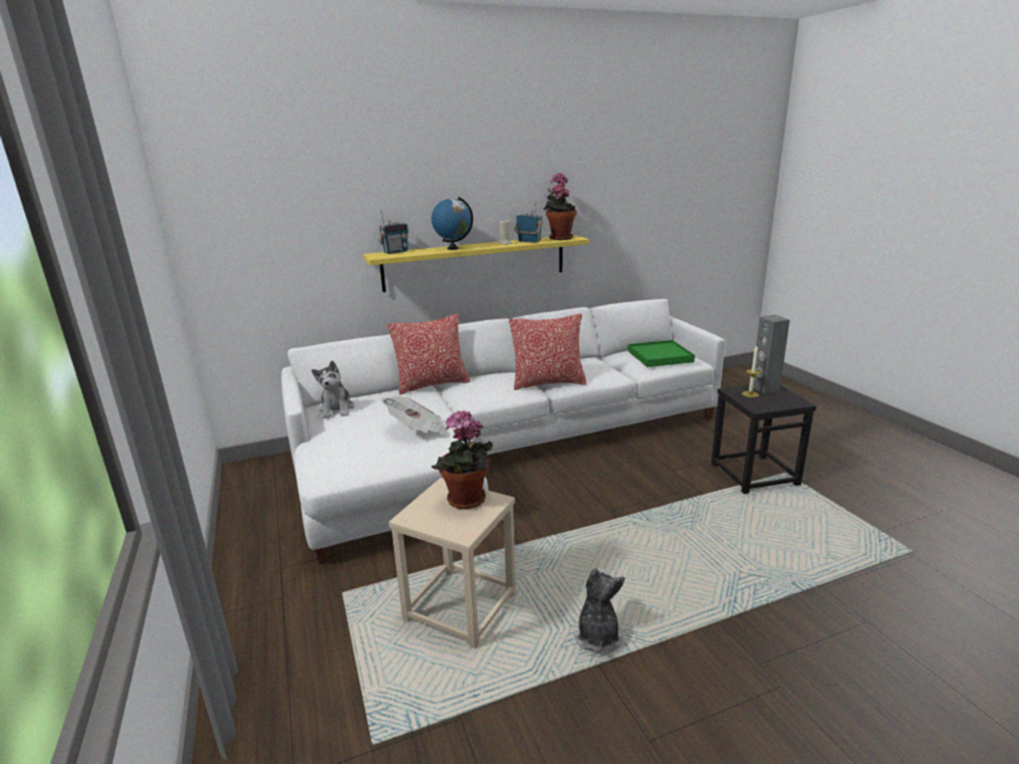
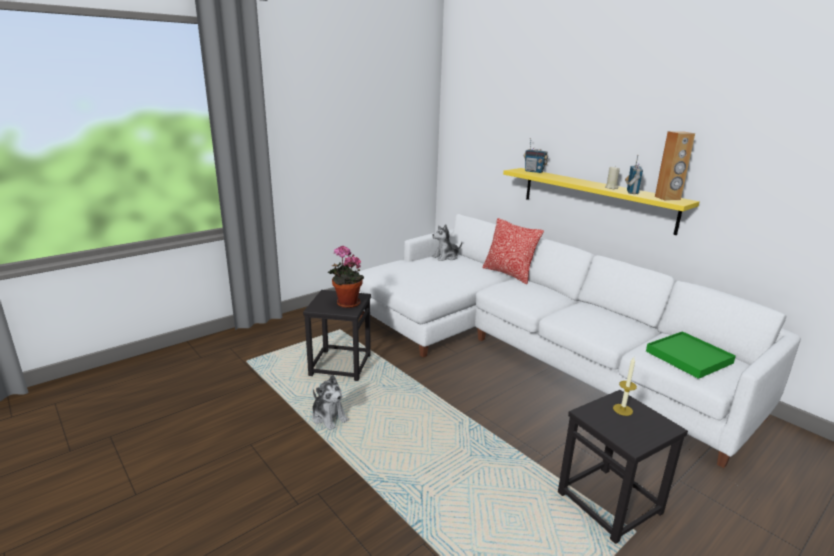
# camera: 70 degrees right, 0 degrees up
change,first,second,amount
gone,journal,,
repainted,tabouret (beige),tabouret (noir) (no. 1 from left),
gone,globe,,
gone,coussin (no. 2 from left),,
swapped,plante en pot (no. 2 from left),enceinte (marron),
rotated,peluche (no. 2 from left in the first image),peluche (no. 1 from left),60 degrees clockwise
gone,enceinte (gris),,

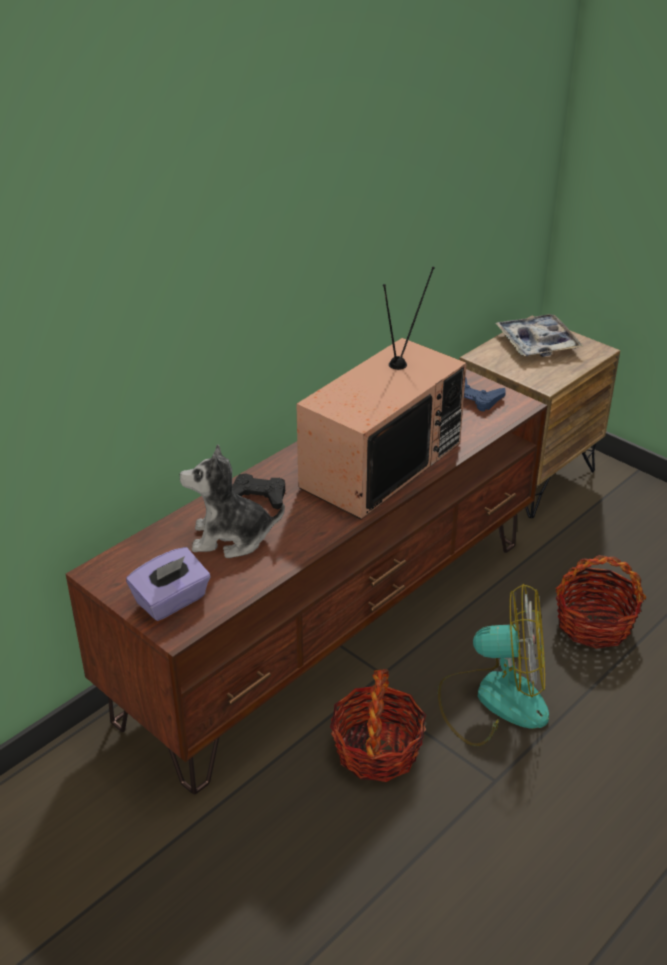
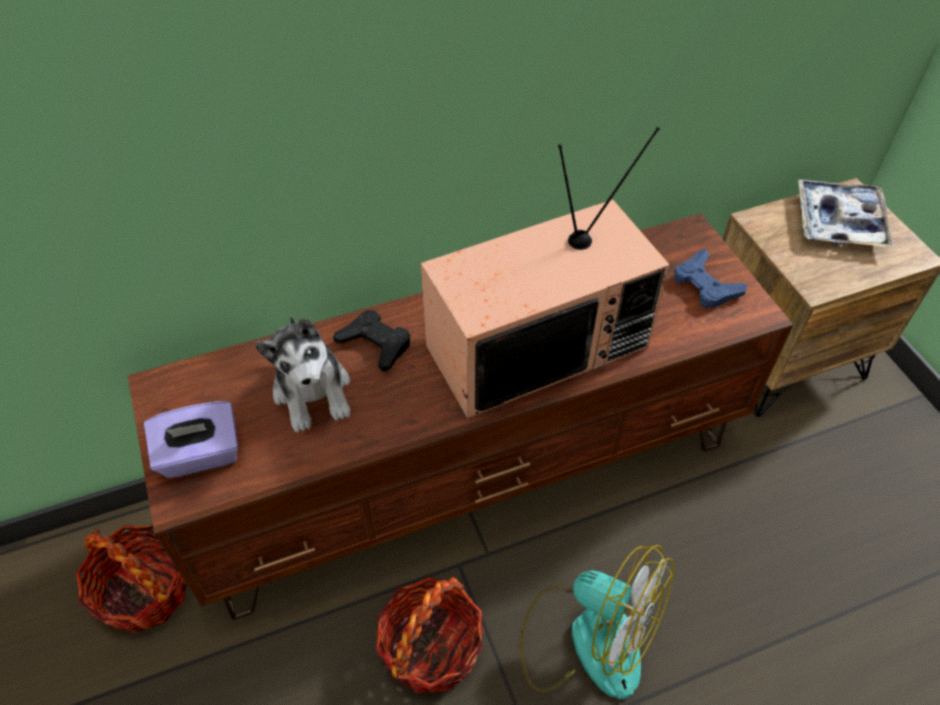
# camera: 25 degrees right, 15 degrees up
change,first,second,amount
rotated,peluche,,135 degrees counterclockwise
shifted,panier (no. 2 from left in the first image),panier (no. 1 from left),

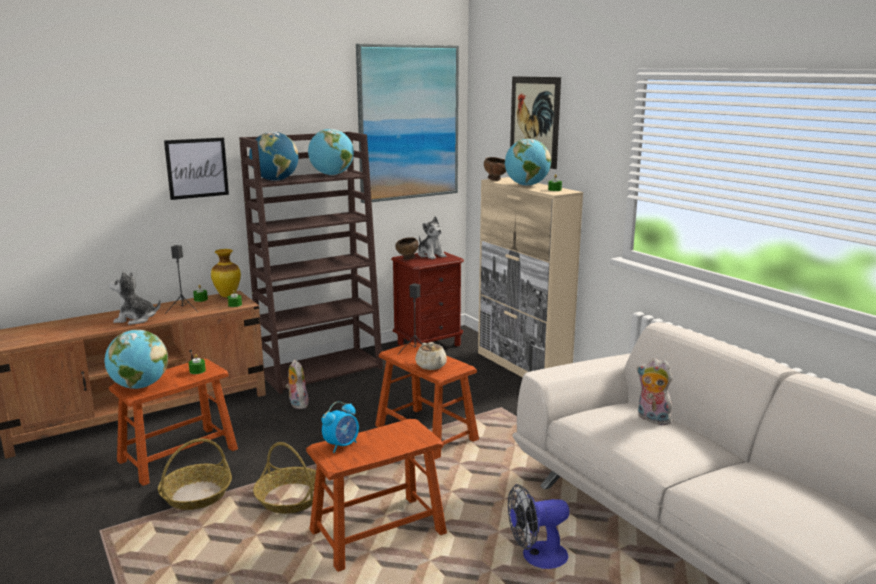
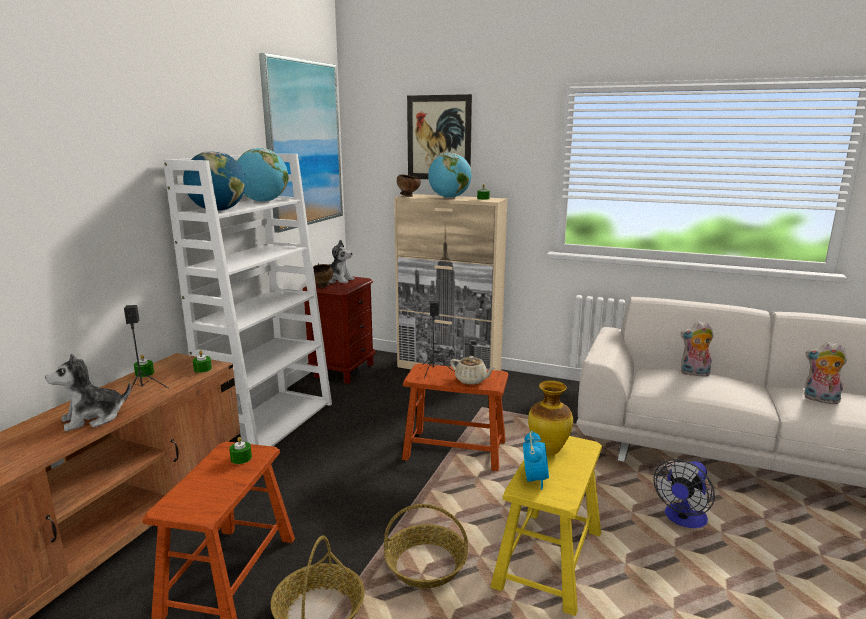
# camera: 35 degrees left, 0 degrees up
change,first,second,amount
gone,globe (no. 1 from left),,
gone,tableau (no. 1 from left),,
shifted,vase,,
repainted,bibliothèque (marron),bibliothèque (blanc),
shifted,peluche (no. 2 from left in the first image),peluche (no. 4 from left),
repainted,tabouret (marron) (no. 2 from left),tabouret (jaune),

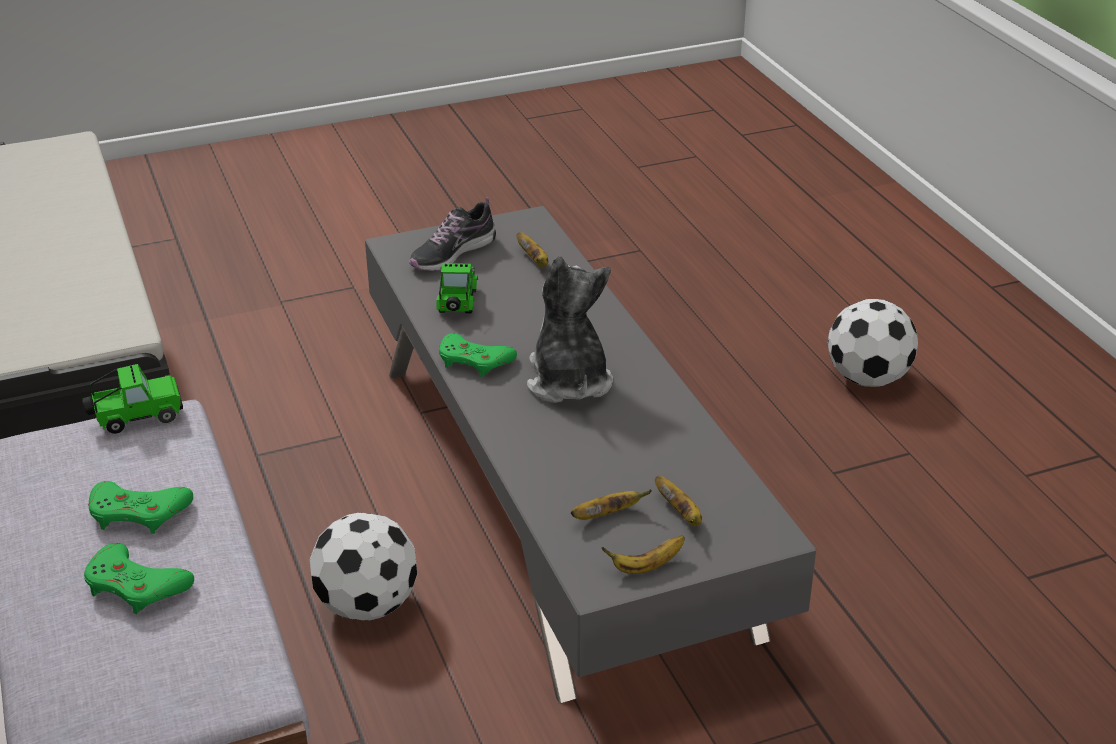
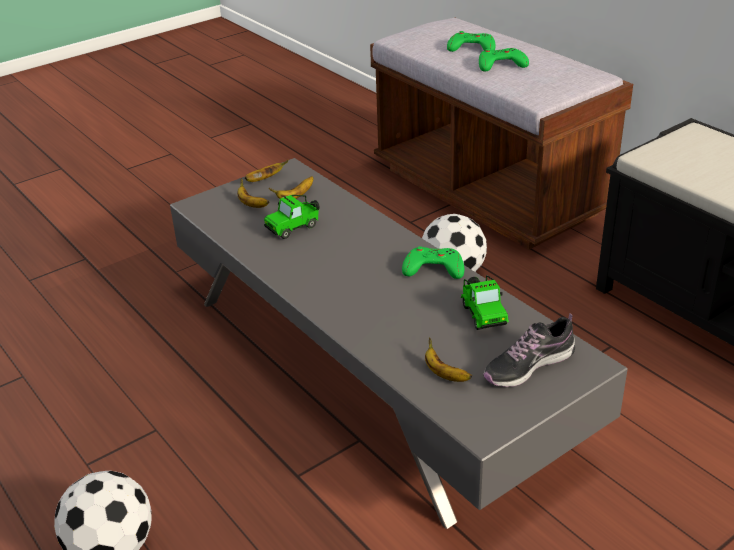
# camera: 165 degrees right, 0 degrees up
change,first,second,amount
shifted,petite voiture (no. 1 from left),,
rotated,chaussure,,150 degrees counterclockwise
gone,peluche,,

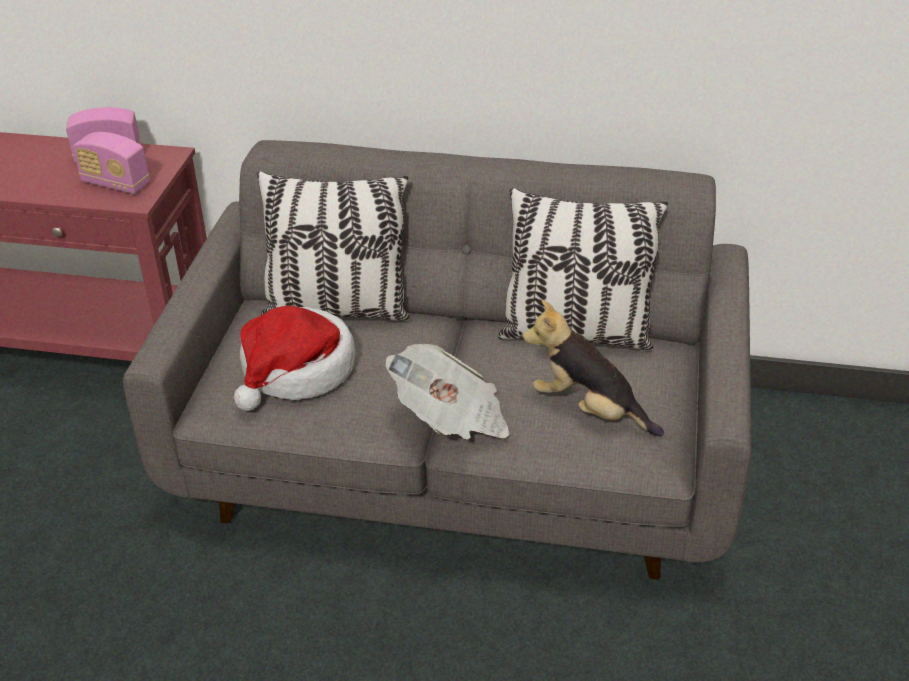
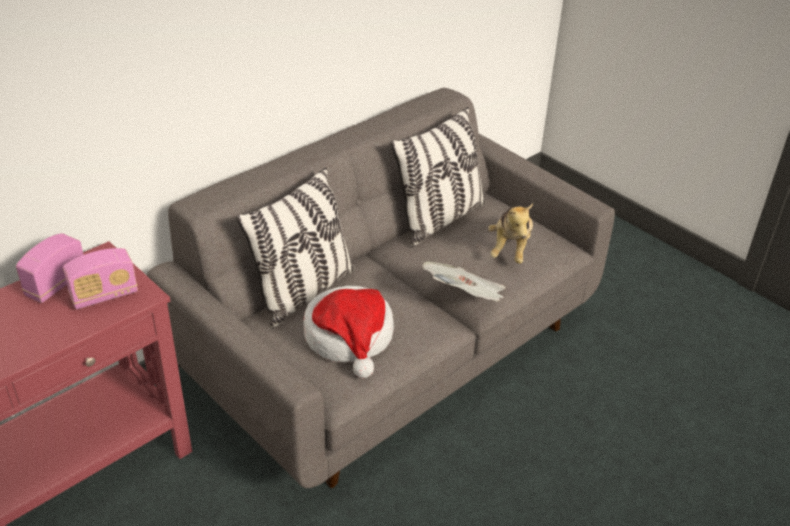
# camera: 55 degrees left, 0 degrees up
change,first,second,amount
rotated,peluche,,60 degrees counterclockwise

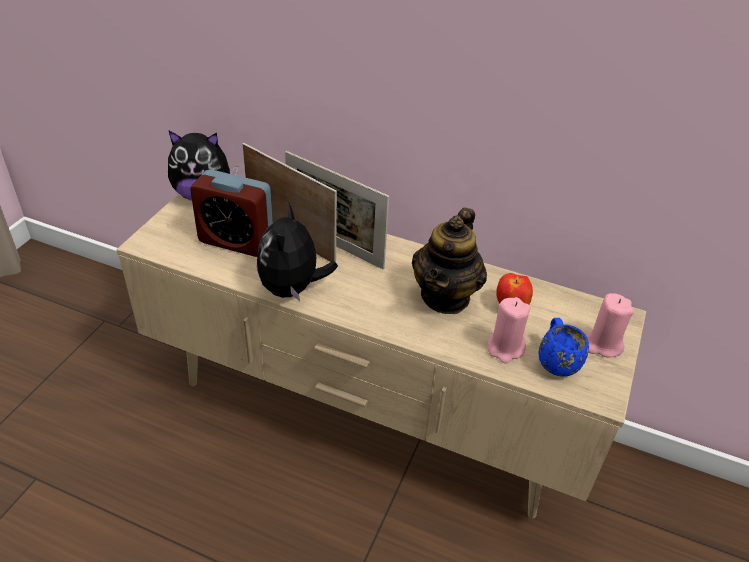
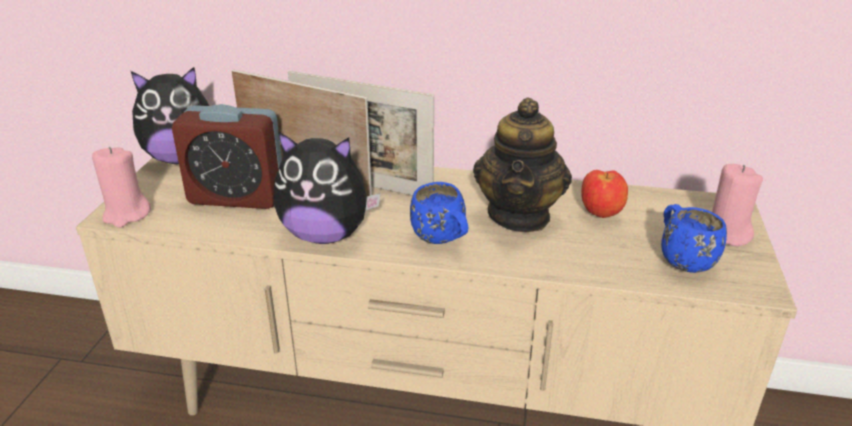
# camera: 10 degrees left, 10 degrees down
change,first,second,amount
rotated,peluche (no. 2 from left),,75 degrees counterclockwise
shifted,bougie (rose) (no. 1 from left),,
new,,mug (bleu) (no. 1 from left),

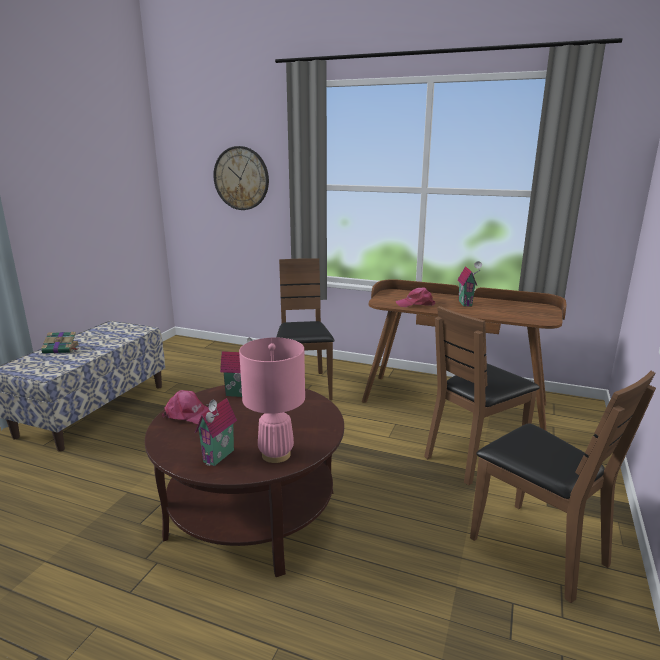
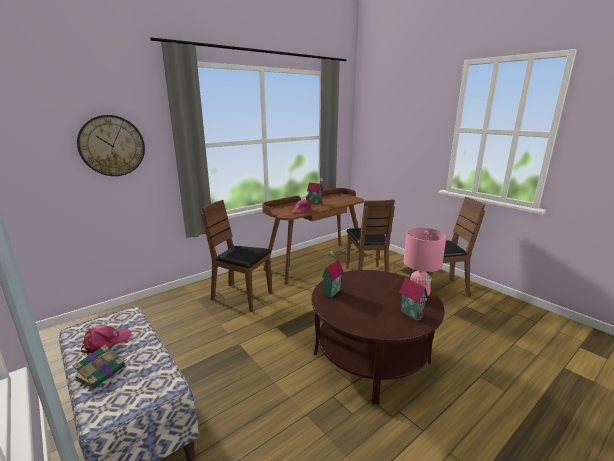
# camera: 60 degrees left, 0 degrees up
change,first,second,amount
shifted,casquette (rose) (no. 1 from left),,

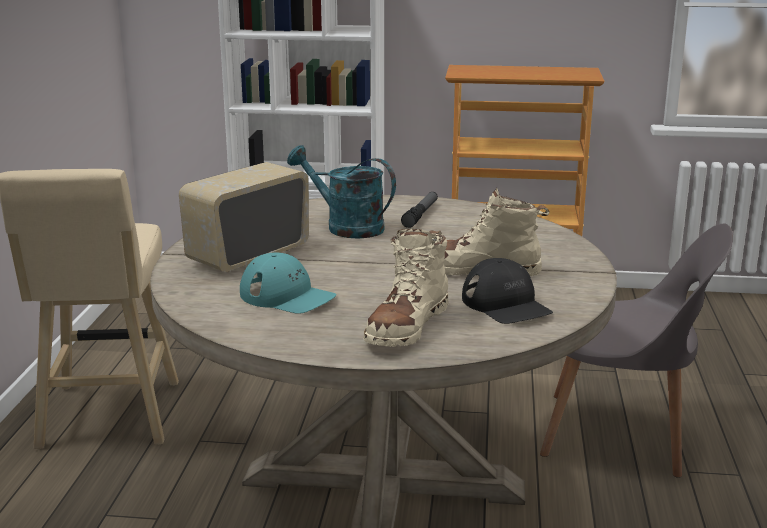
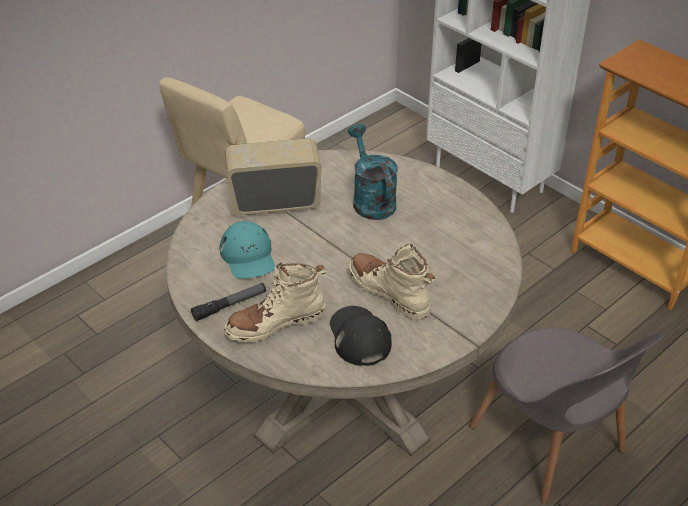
# camera: 40 degrees right, 20 degrees up
change,first,second,amount
shifted,lampe de poche,,
rotated,casquette (noir),,150 degrees clockwise

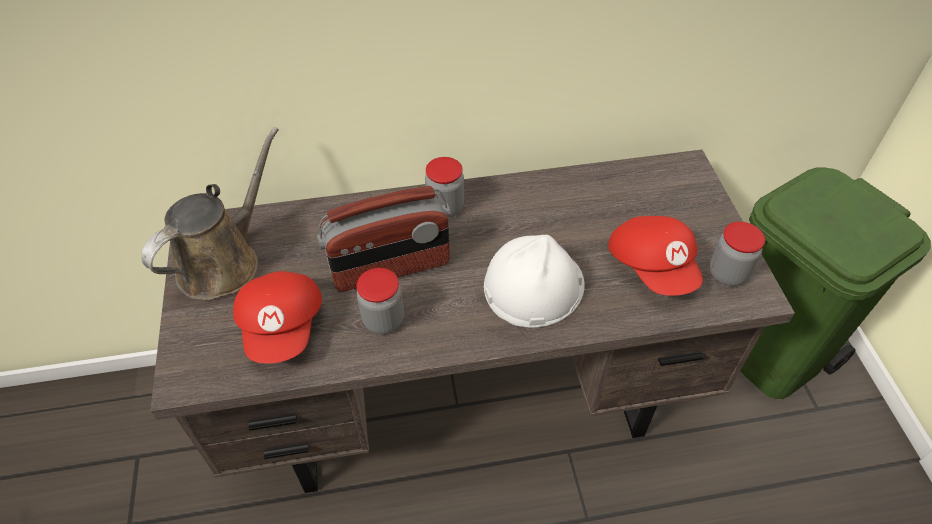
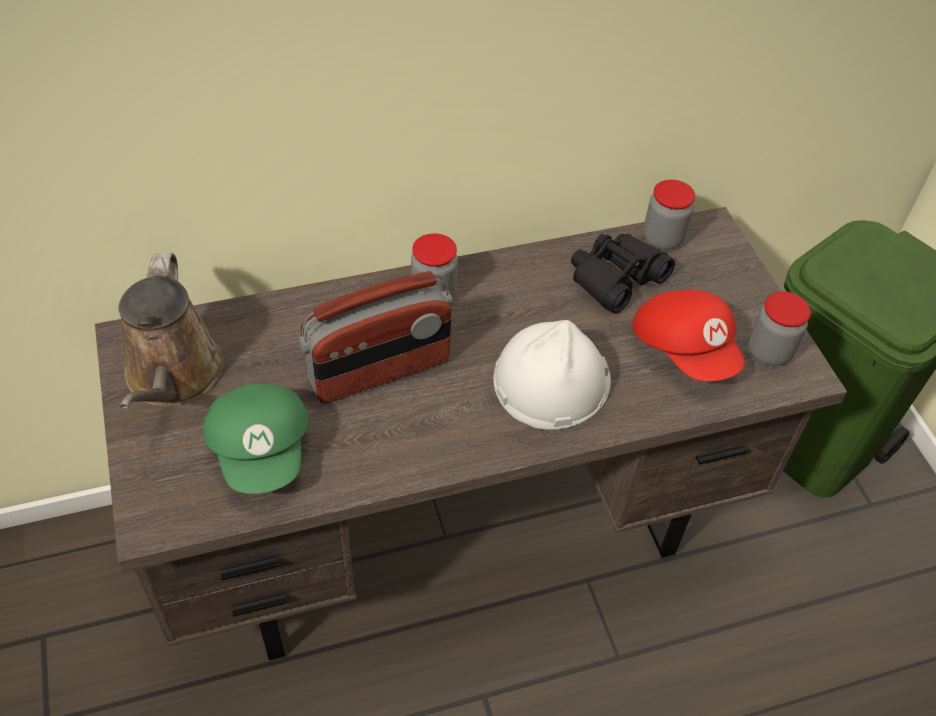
# camera: 10 degrees left, 0 degrees up
change,first,second,amount
rotated,arrosoir (marron),,150 degrees clockwise
repainted,casquette (rouge) (no. 1 from left),casquette (vert),
shifted,bocal (no. 1 from left in the first image),bocal (no. 2 from left),
new,,jumelles (noir),

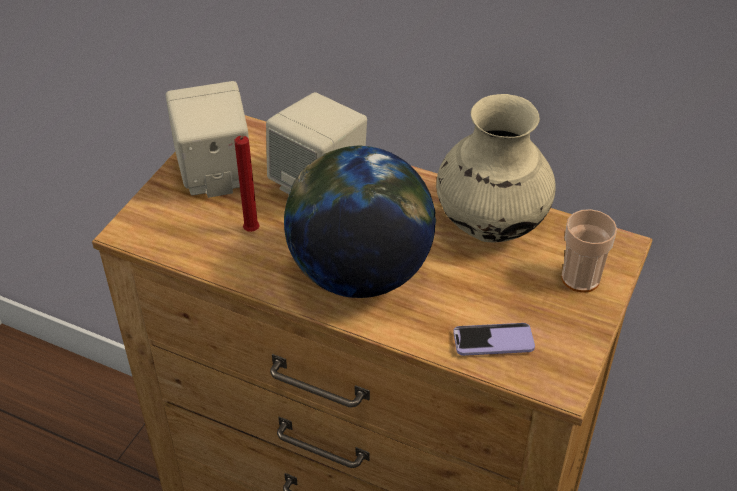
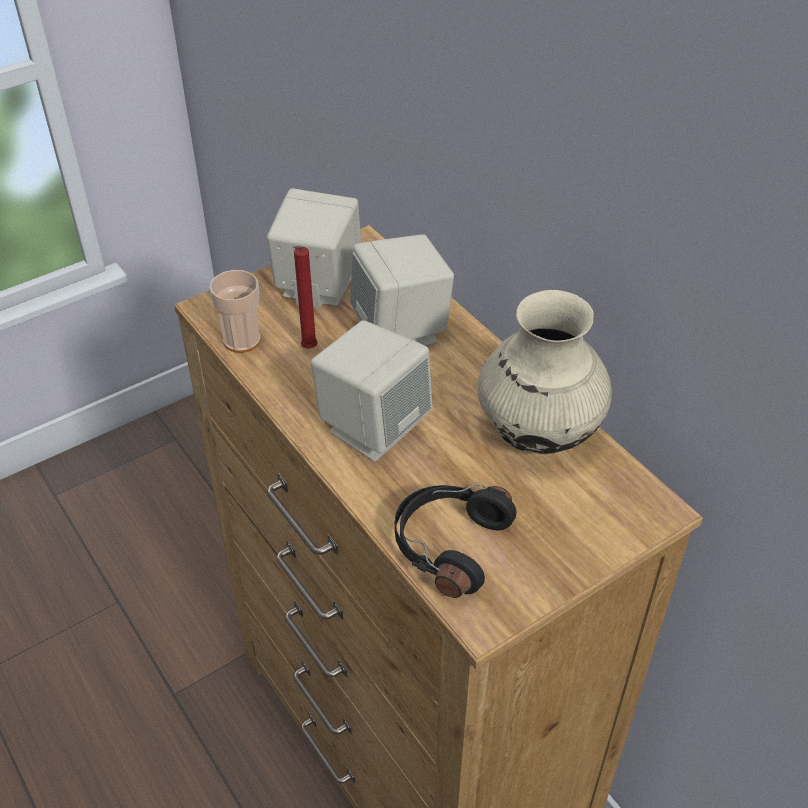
# camera: 30 degrees right, 0 degrees up
change,first,second,amount
swapped,globe,enceinte (beige) (no. 2 from left),
swapped,téléphone,casque audio (noir),
shifted,tasse,,

